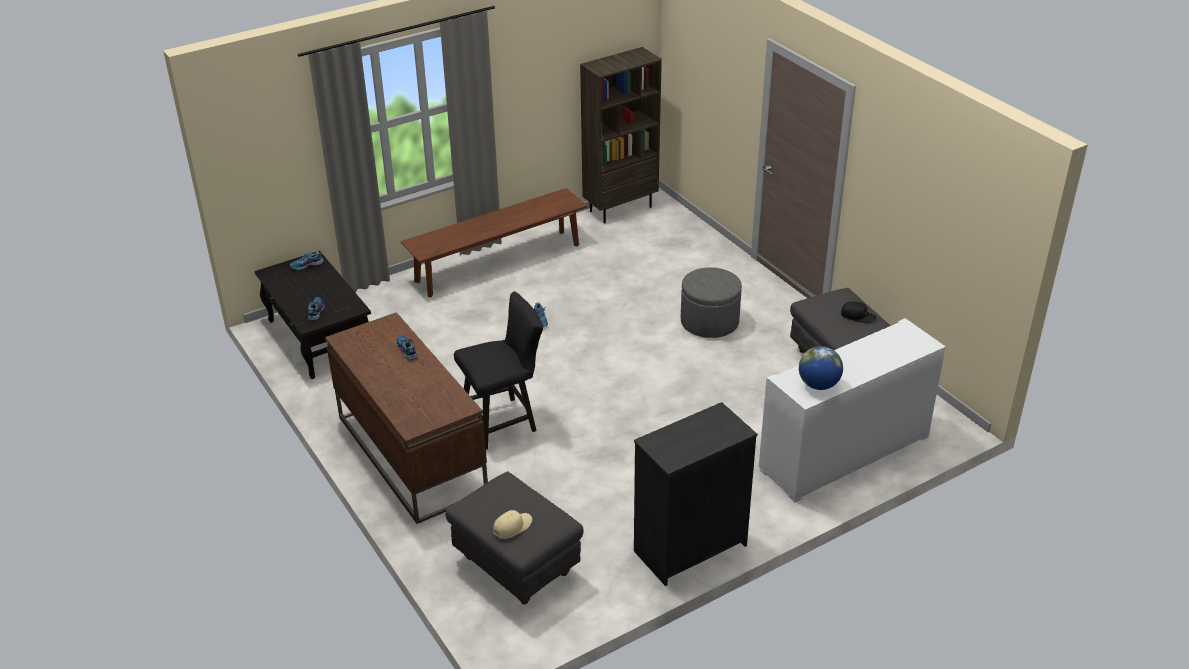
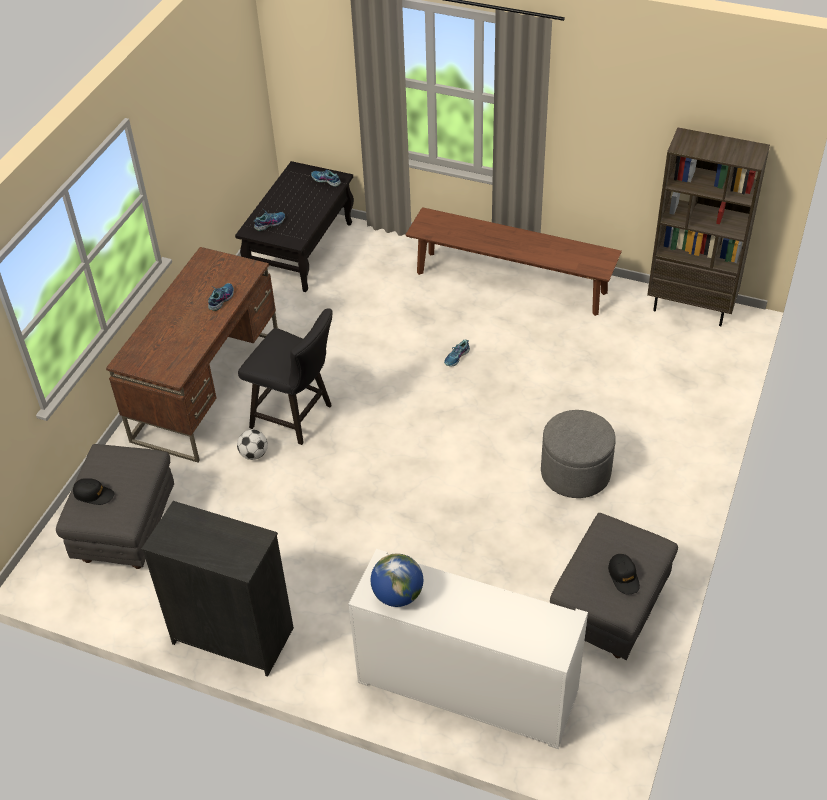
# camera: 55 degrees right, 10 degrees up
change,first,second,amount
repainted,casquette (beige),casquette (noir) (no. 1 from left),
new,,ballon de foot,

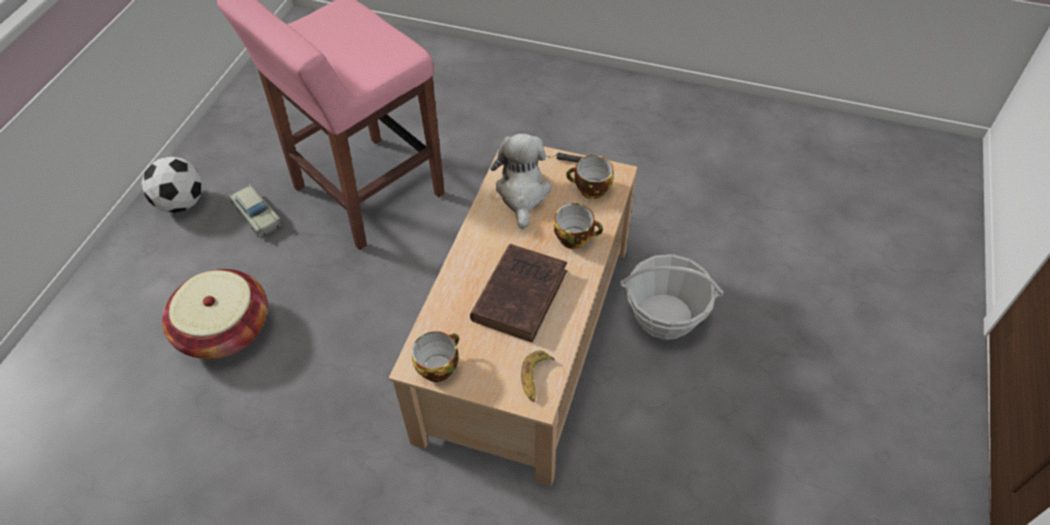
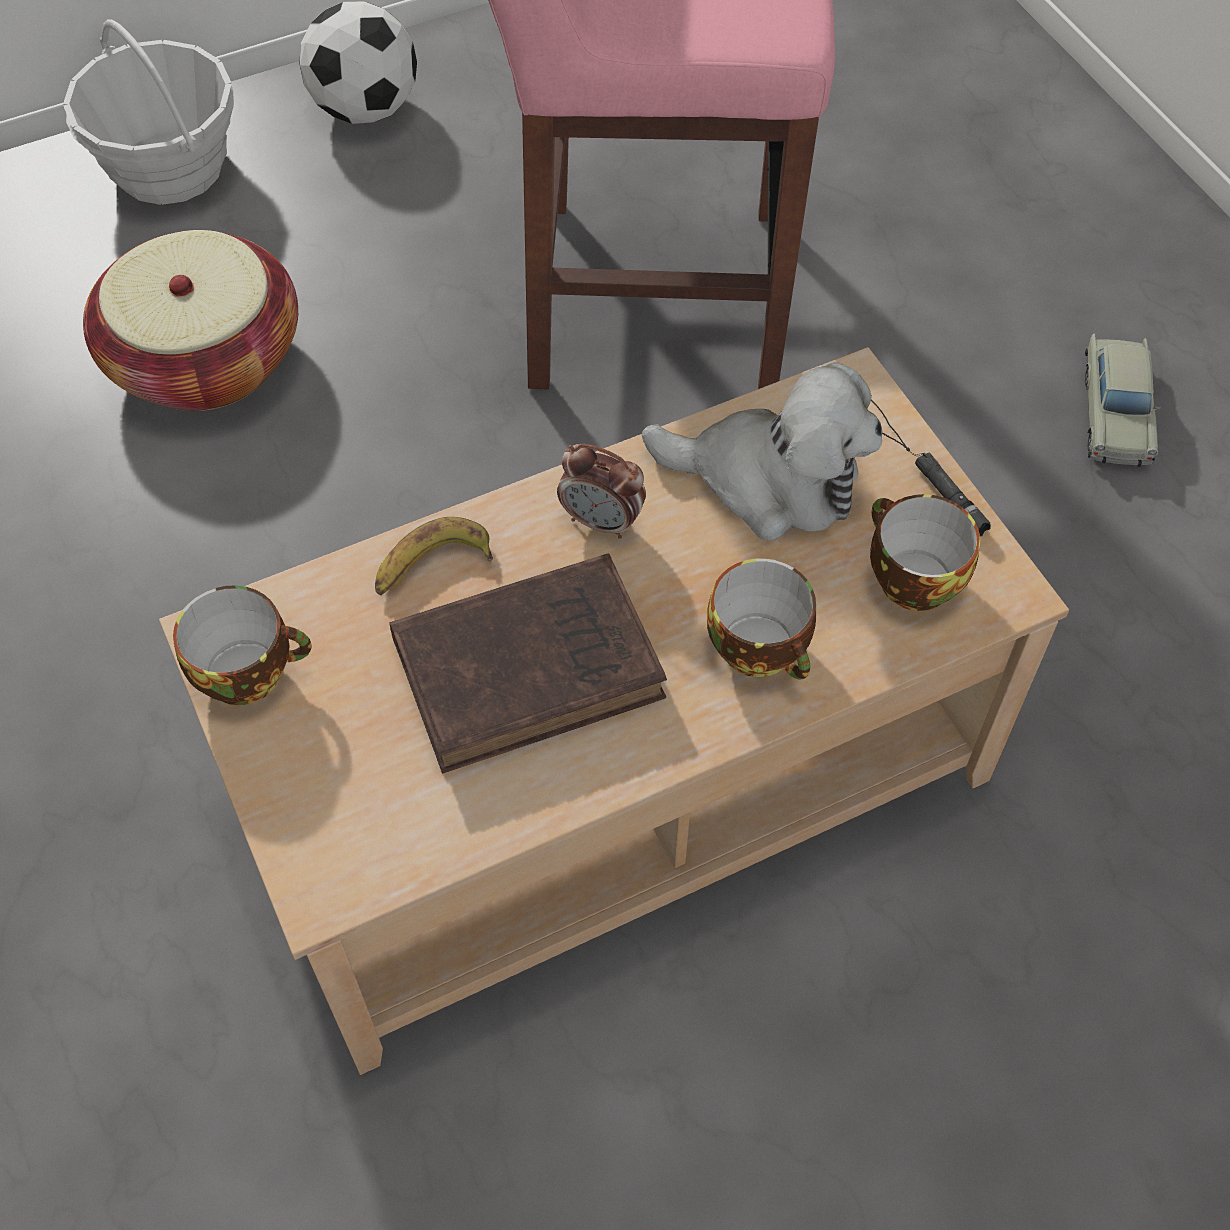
# camera: 45 degrees right, 5 degrees up
change,first,second,amount
shifted,petite voiture (beige),,
rotated,peluche,,60 degrees clockwise
shifted,banane,,
shifted,panier (no. 2 from left in the first image),panier (no. 1 from left),
new,,réveil,

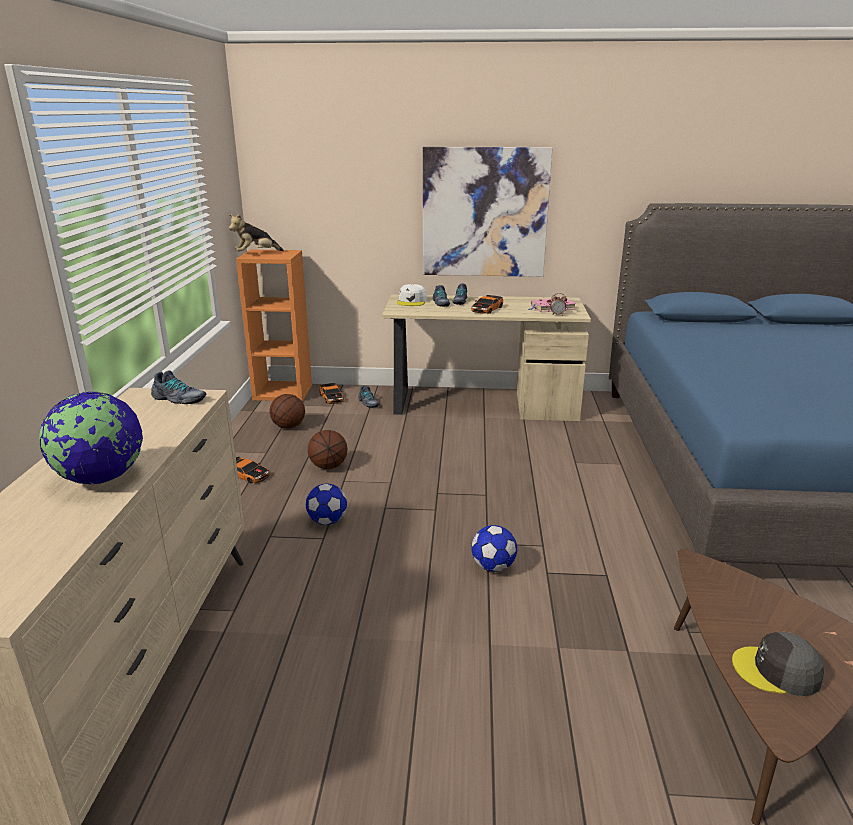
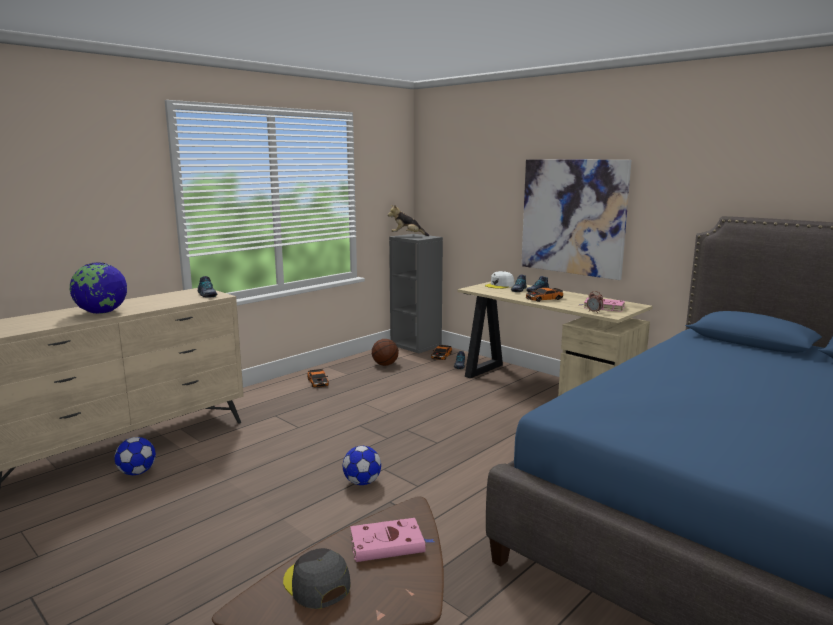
# camera: 40 degrees right, 10 degrees down
change,first,second,amount
repainted,bibliothèque (orange),bibliothèque (gris),
shifted,ballon de foot (no. 1 from left),,
gone,ballon de basket (no. 2 from left),,
new,,livre (rose) (no. 1 from left),

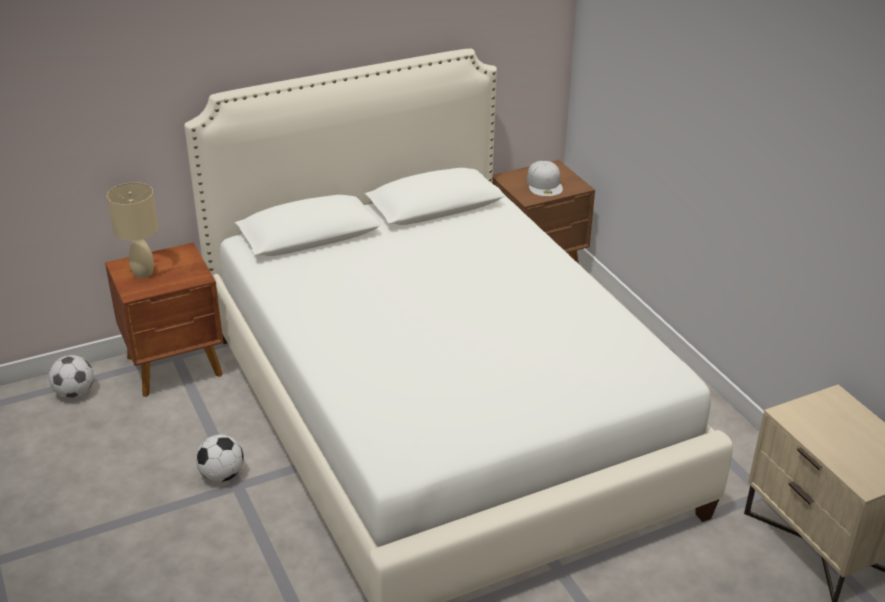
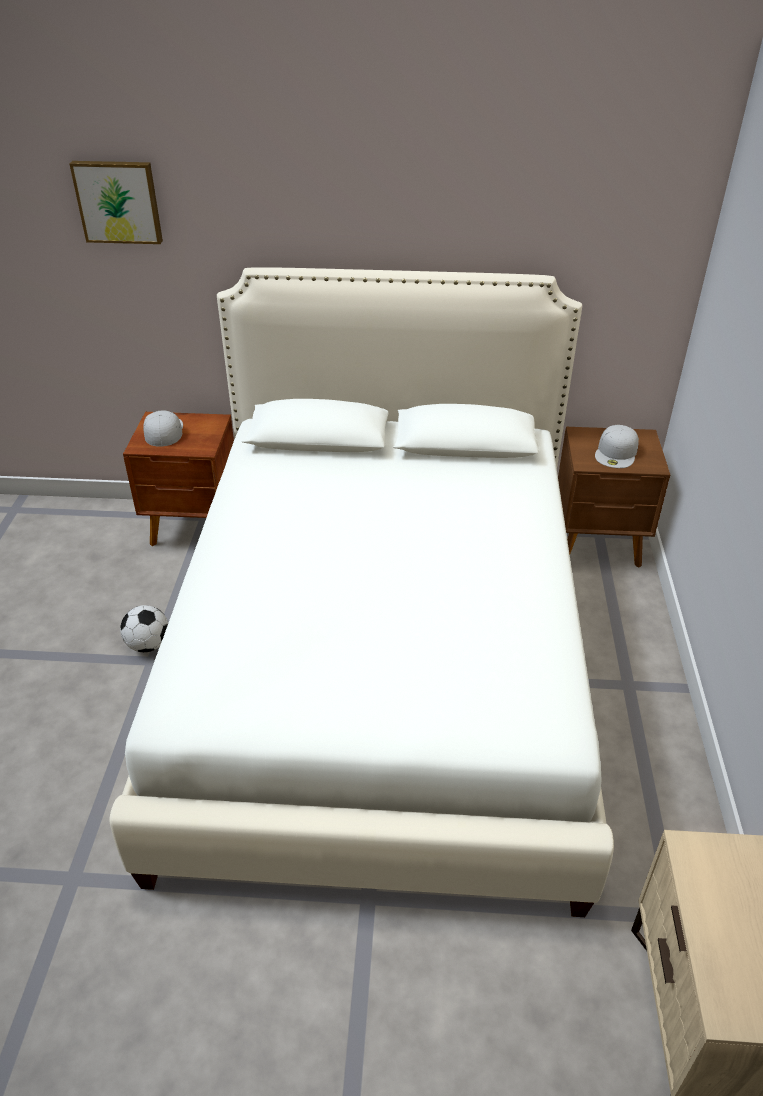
# camera: 30 degrees right, 5 degrees up
change,first,second,amount
gone,ballon de foot (no. 1 from left),,
swapped,lampe de table (beige),casquette (blanc) (no. 1 from left),
new,,tableau,

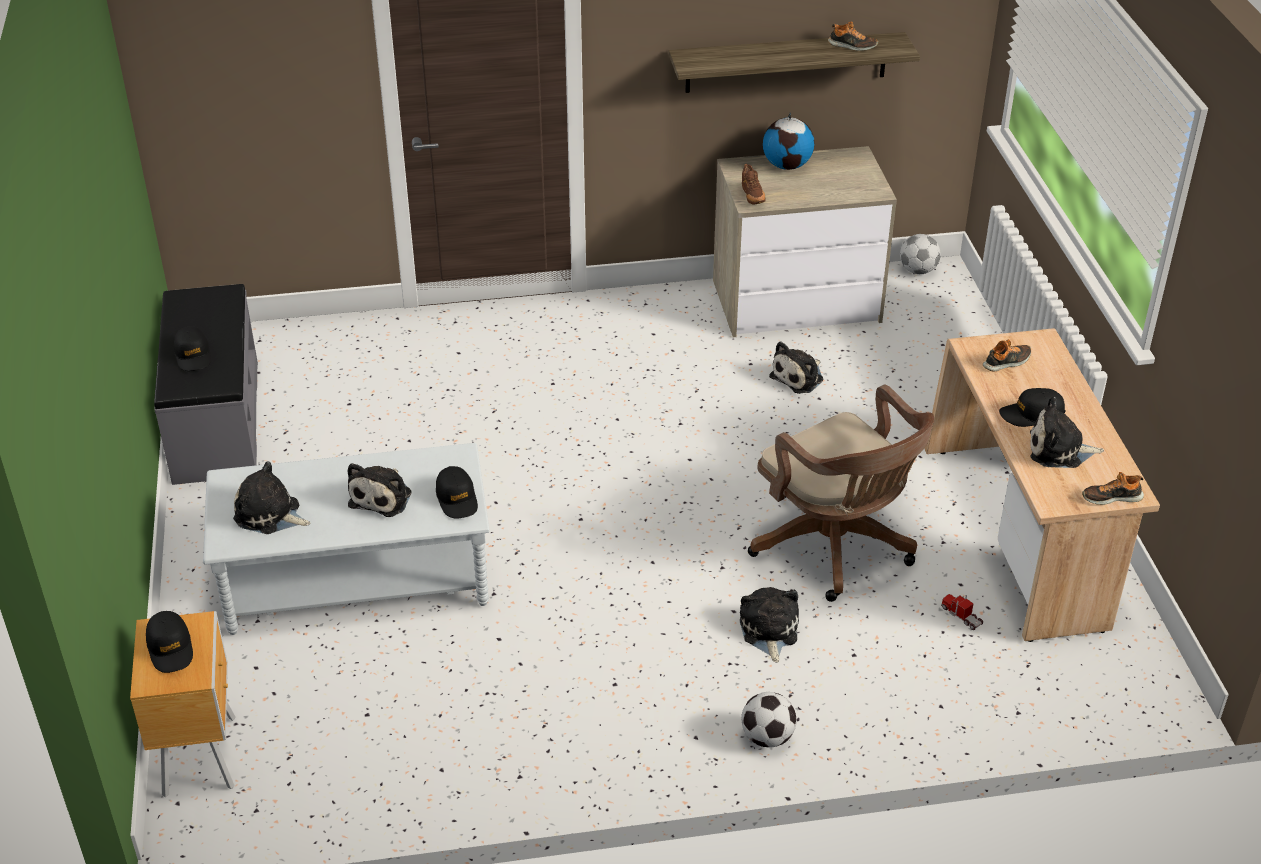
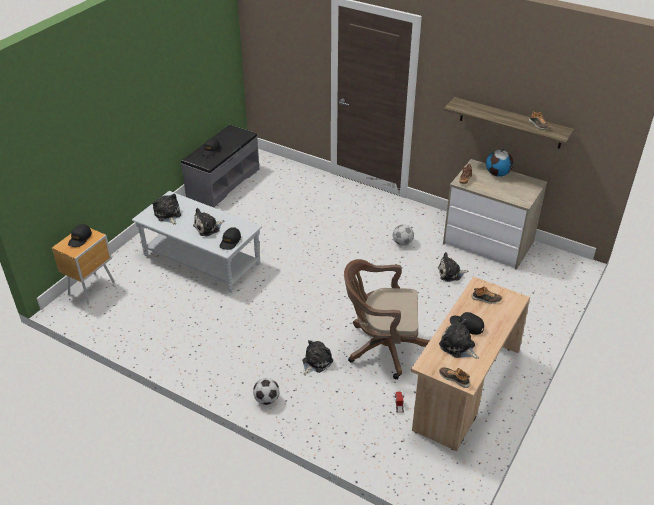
# camera: 40 degrees right, 0 degrees up
change,first,second,amount
rotated,chaise de bureau (marron),,90 degrees clockwise
shifted,ballon de foot (no. 2 from left),,

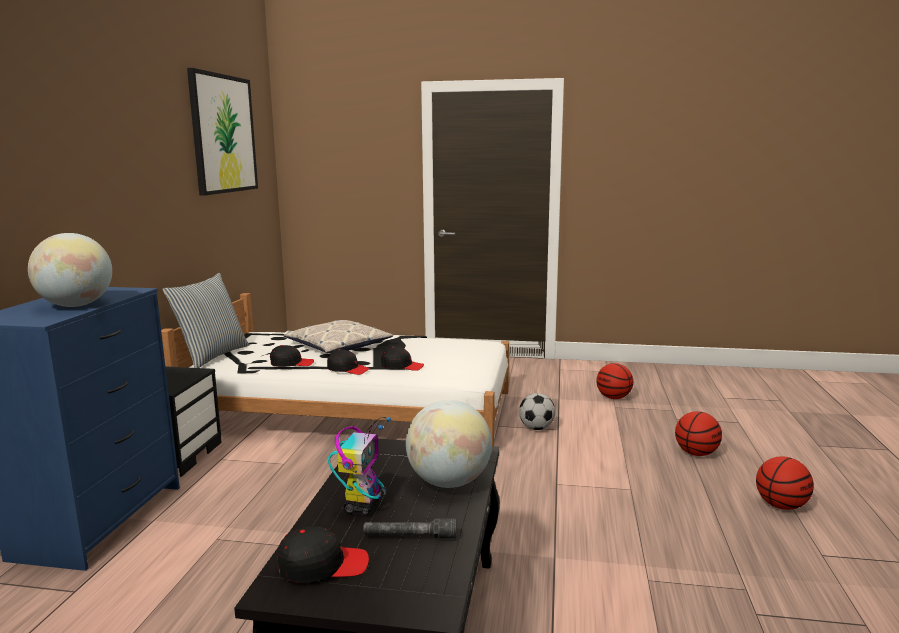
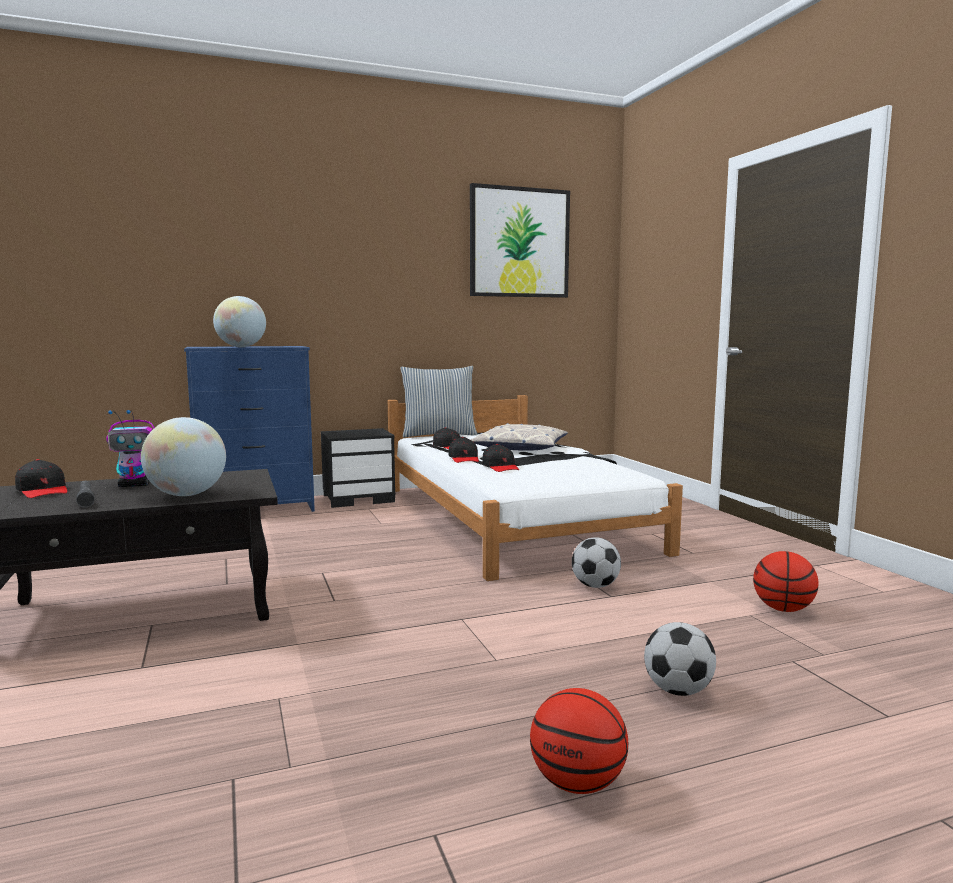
# camera: 60 degrees right, 5 degrees down
change,first,second,amount
swapped,ballon de basket (no. 2 from left),ballon de foot (no. 2 from left),

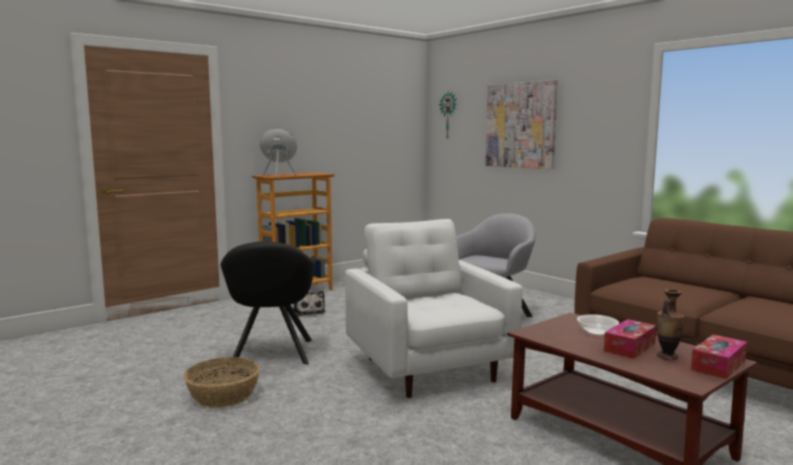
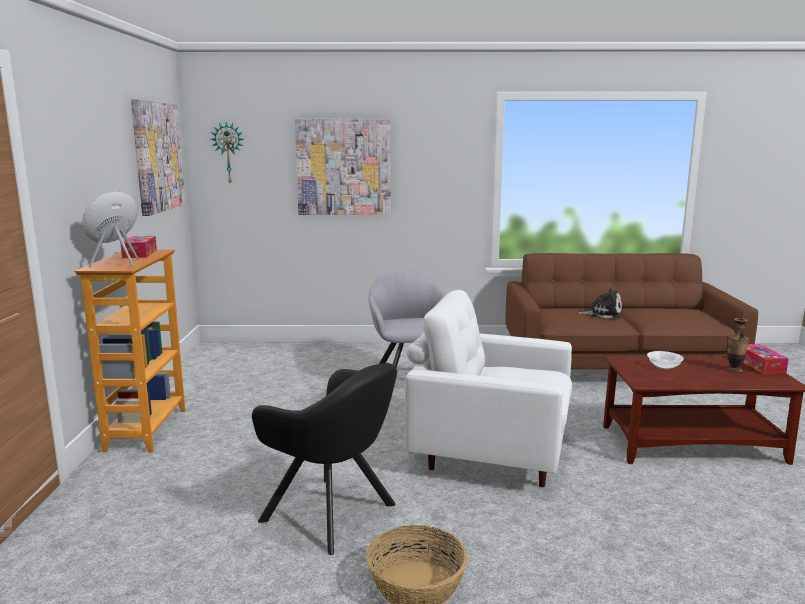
# camera: 50 degrees left, 5 degrees up
change,first,second,amount
shifted,peluche,,
shifted,boîte à mouchoirs (no. 1 from left),,
new,,tableau (no. 1 from left),

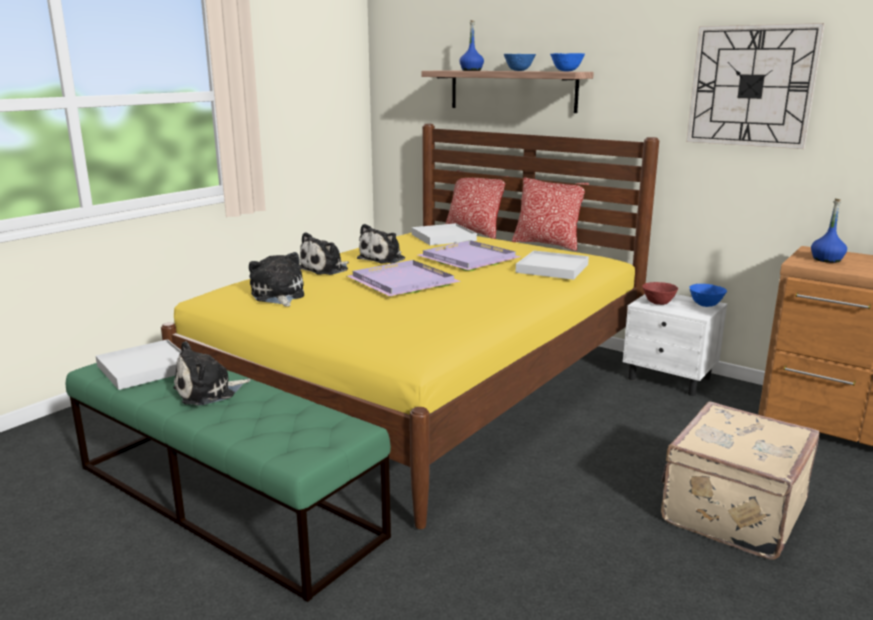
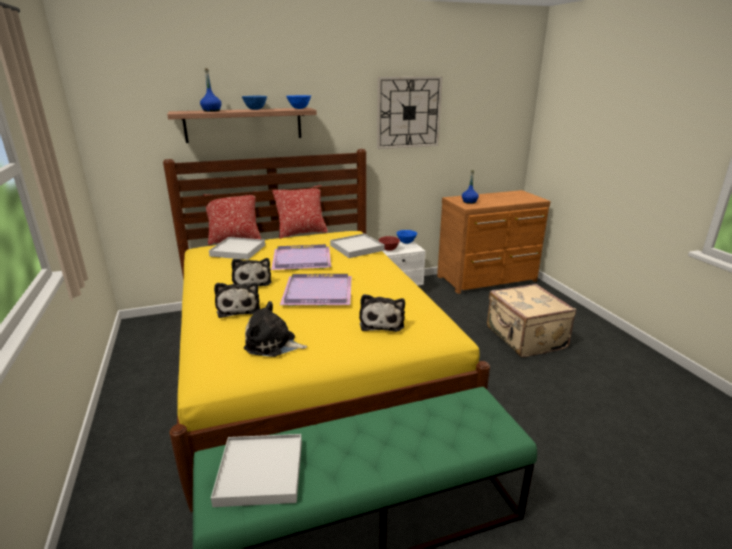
# camera: 55 degrees left, 5 degrees up
change,first,second,amount
shifted,peluche (no. 1 from left in the first image),peluche (no. 4 from left),

